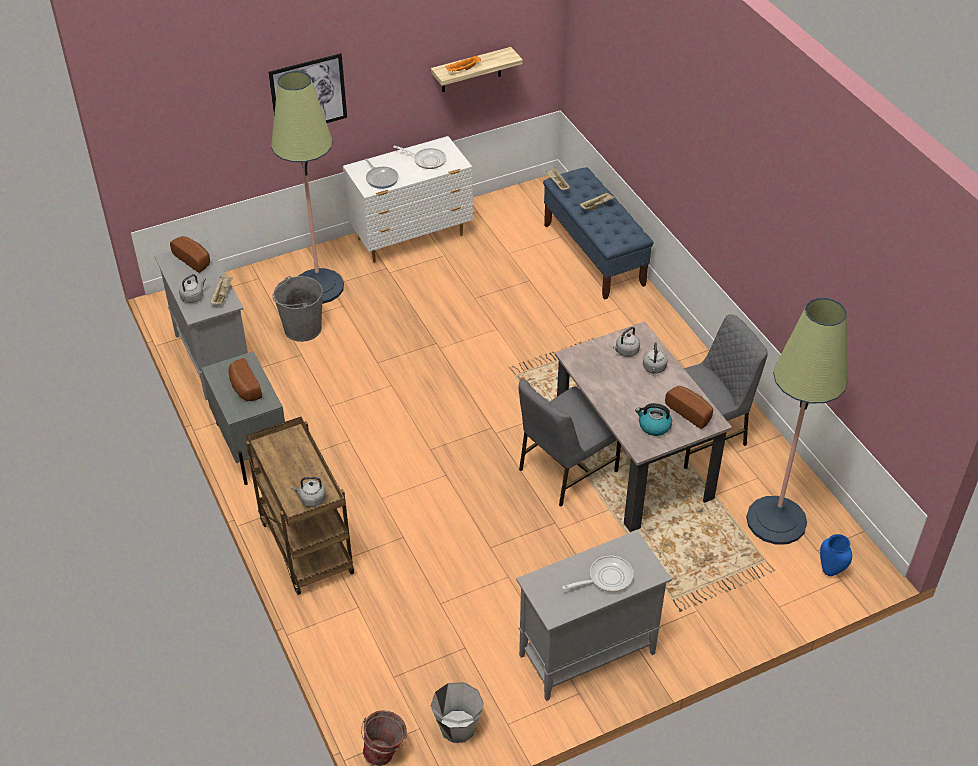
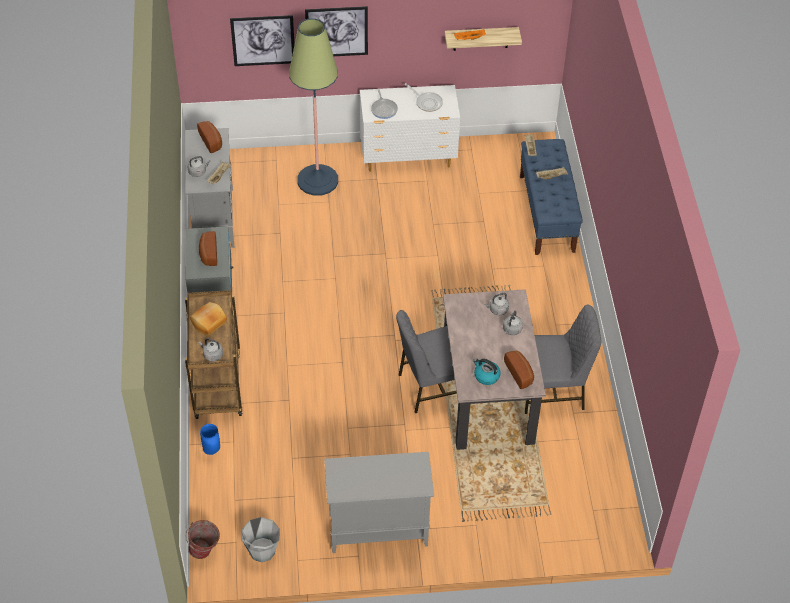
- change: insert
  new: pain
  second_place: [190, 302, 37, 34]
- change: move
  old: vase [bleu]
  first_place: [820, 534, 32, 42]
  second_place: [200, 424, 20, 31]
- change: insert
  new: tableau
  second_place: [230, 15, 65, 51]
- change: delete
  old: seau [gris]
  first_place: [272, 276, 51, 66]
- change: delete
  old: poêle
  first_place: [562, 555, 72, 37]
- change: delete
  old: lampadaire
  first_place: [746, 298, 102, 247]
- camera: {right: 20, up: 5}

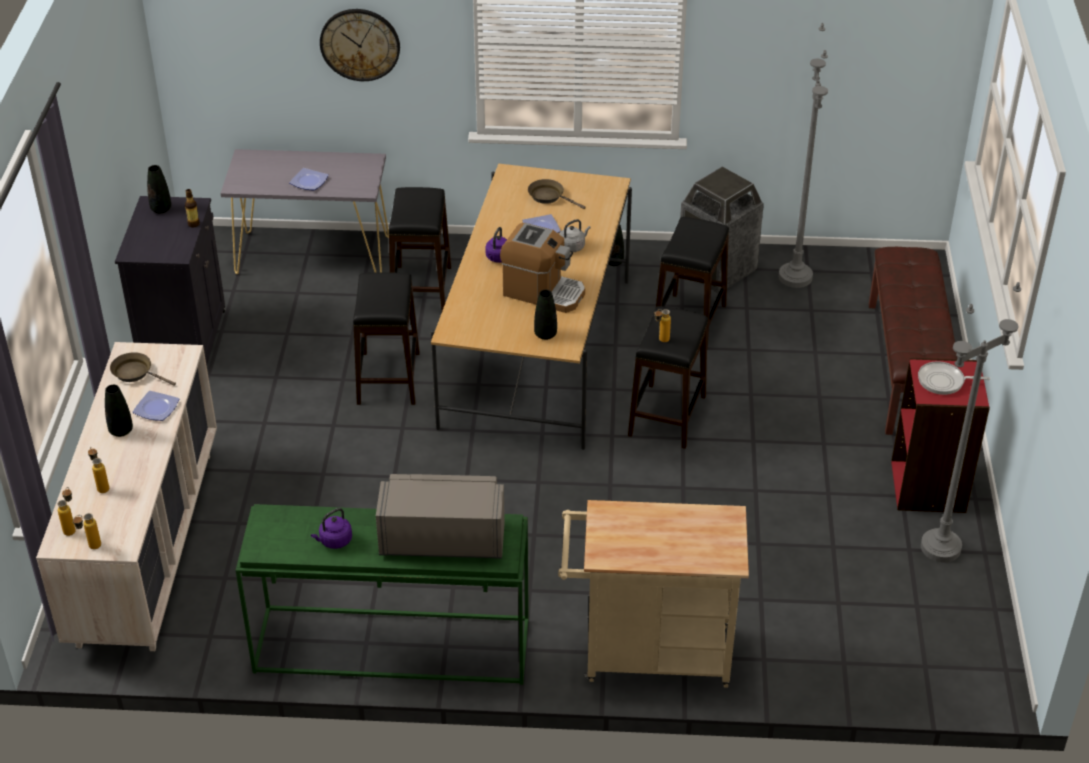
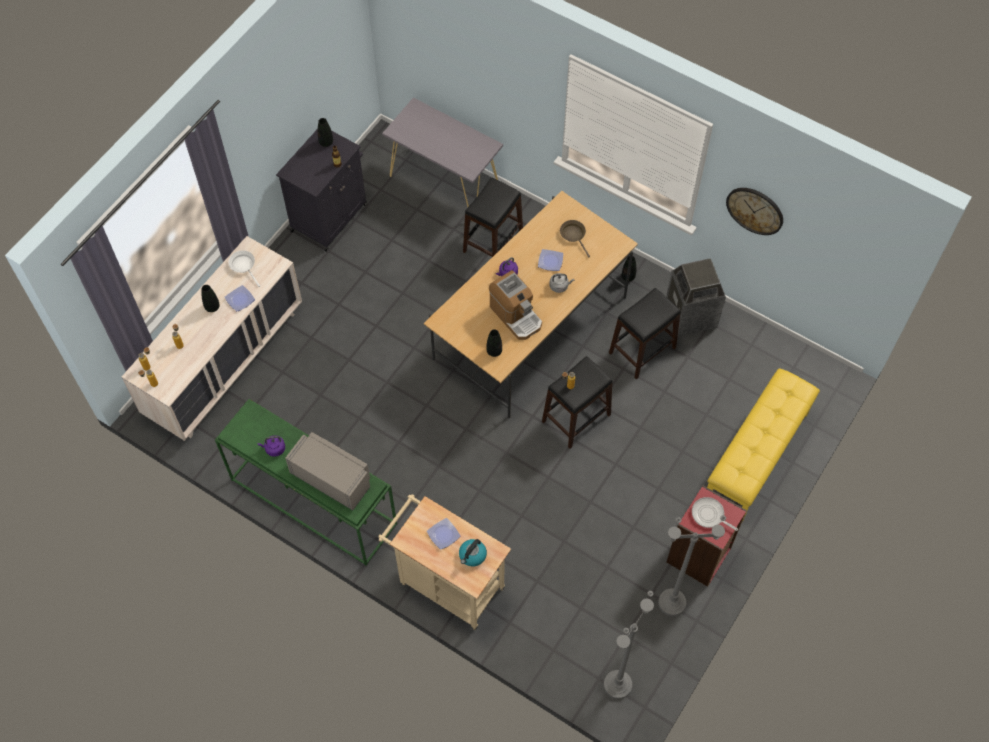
- change: recolor
  old: poêle [marron]
  new: poêle [blanc]
  first_place: [110, 352, 66, 34]
  second_place: [229, 250, 31, 37]
- change: move
  old: assiette
  first_place: [289, 168, 40, 23]
  second_place: [427, 518, 33, 32]
- change: insert
  new: bouilloire
  second_place: [459, 539, 28, 27]
- change: move
  old: lampadaire [gris]
  first_place: [779, 23, 49, 265]
  second_place: [604, 591, 50, 108]
- change: recolor
  old: banc [marron]
  new: banc [jaune]
  first_place: [869, 247, 89, 188]
  second_place: [707, 368, 113, 156]
- change: move
  old: horloge murale
  first_place: [320, 9, 80, 72]
  second_place: [726, 188, 57, 47]
- change: delete
  old: tabouret [noir]
  first_place: [353, 272, 67, 133]
- camera: {right: 30, up: 20}

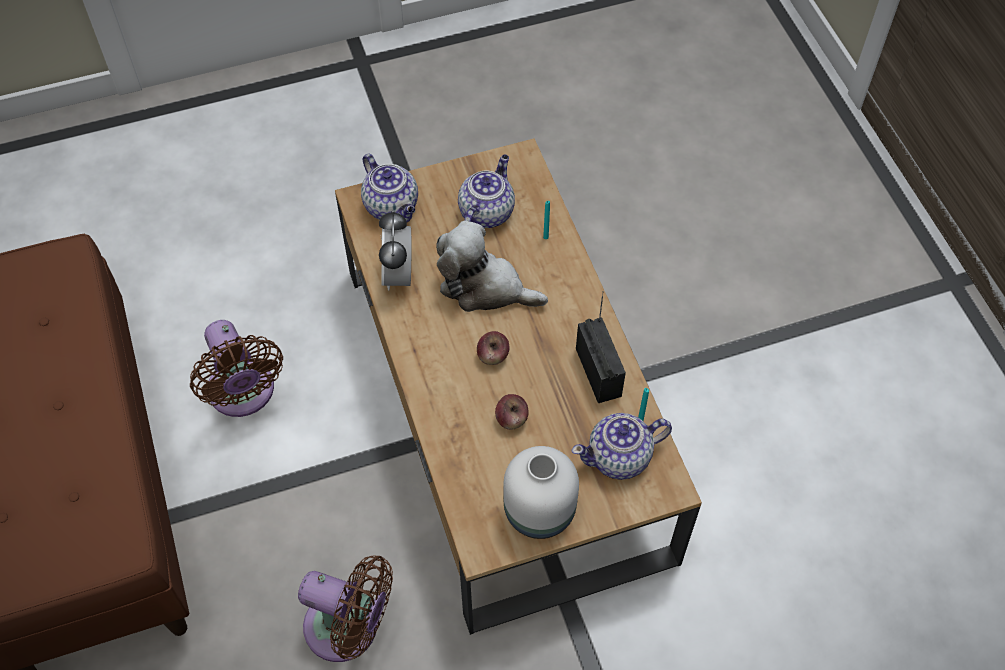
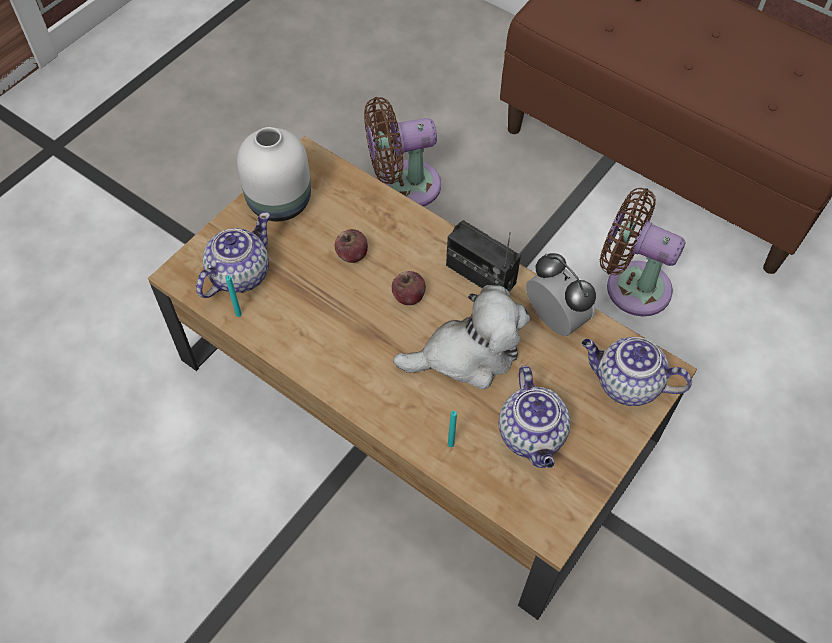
- change: move
  old: radio
  first_place: [576, 291, 50, 112]
  second_place: [446, 220, 75, 71]
- camera: {right: 145, up: 0}

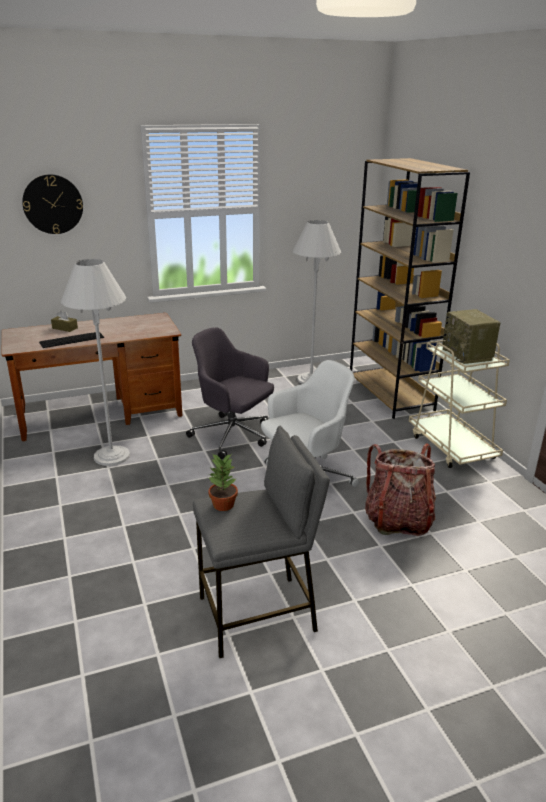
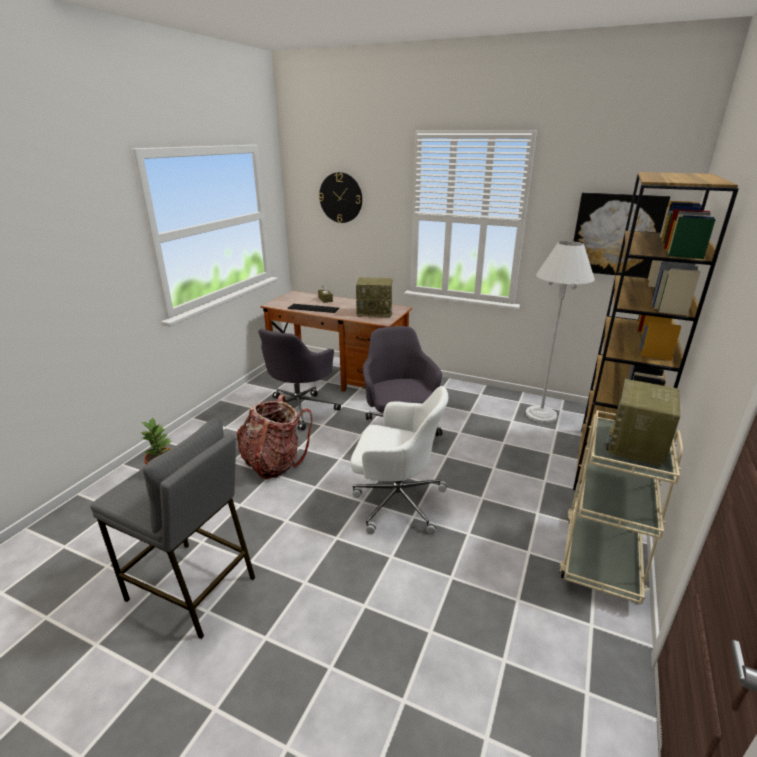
- change: move
  old: sac à dos
  first_place: [365, 443, 71, 93]
  second_place: [236, 395, 76, 85]
- change: replace
  old: lampadaire [blanc]
  new: chaise de bureau [gris]
  first_place: [61, 259, 69, 207]
  second_place: [258, 329, 83, 102]
- change: insert
  new: radio
  second_place: [356, 277, 36, 41]
- change: insert
  new: tableau
  second_place: [574, 192, 96, 86]
- camera: {right: 45, up: 0}

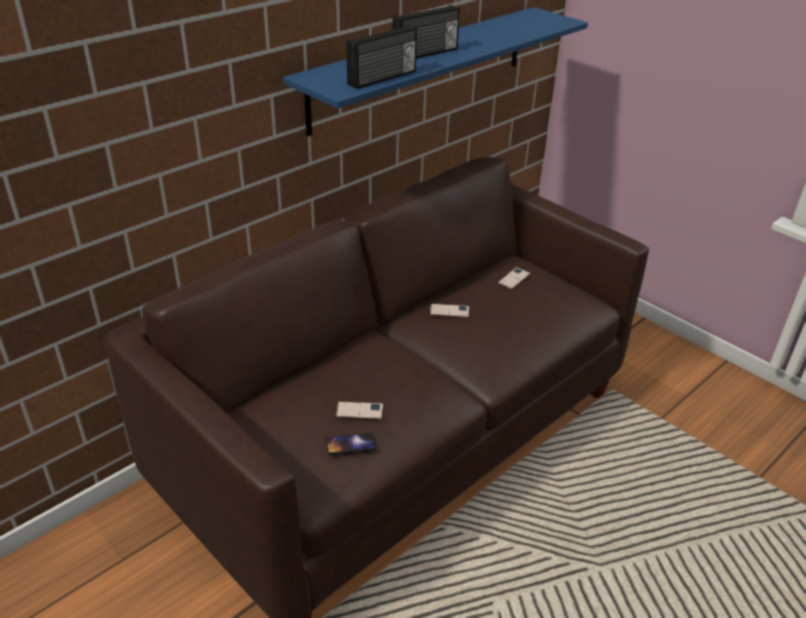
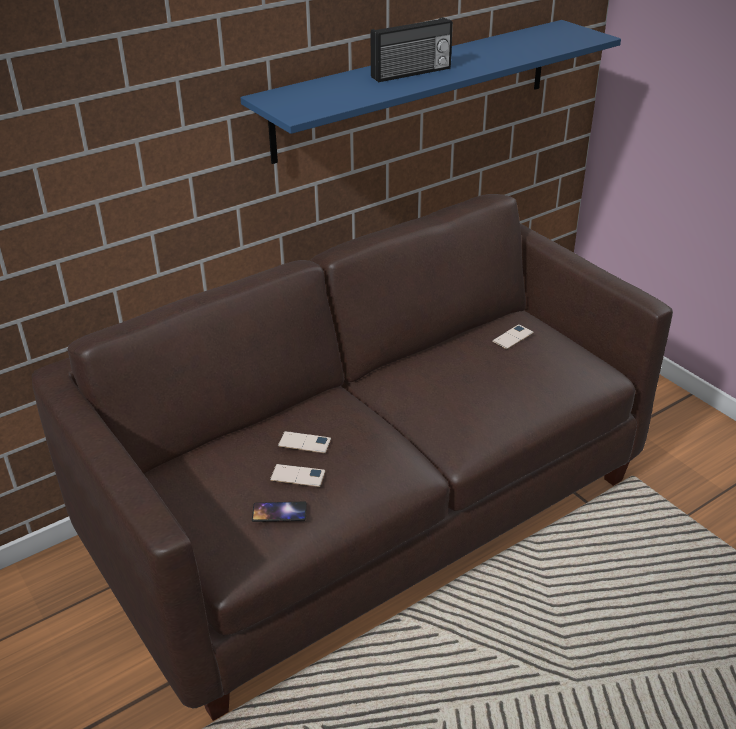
- change: move
  old: téléphone
  first_place: [430, 304, 39, 13]
  second_place: [278, 431, 53, 22]
- change: delete
  old: radio
  first_place: [346, 25, 71, 64]
- camera: {right: 10, up: 0}

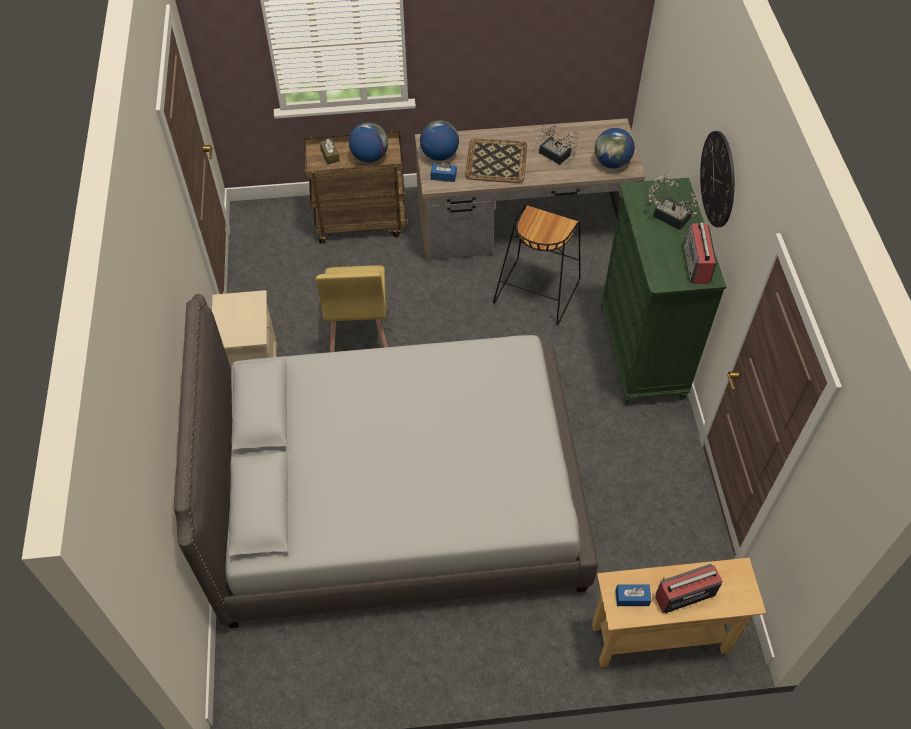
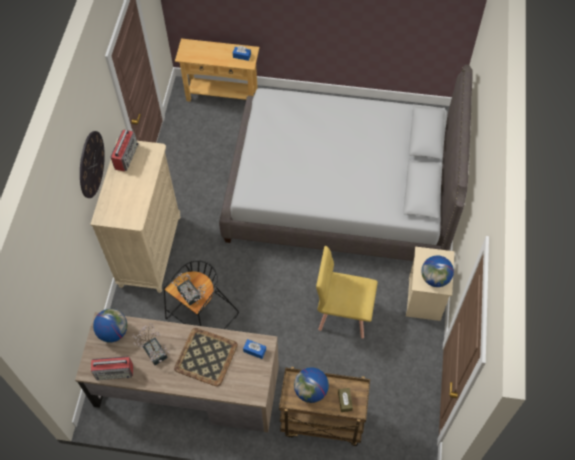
- change: recolor
  old: commode [vert]
  new: commode [beige]
  first_place: [600, 177, 126, 228]
  second_place: [90, 138, 91, 155]
- change: move
  old: radio
  first_place: [655, 564, 68, 49]
  second_place: [91, 356, 42, 24]
- change: move
  old: plante en pot
  first_place: [649, 170, 52, 60]
  second_place: [172, 273, 34, 32]
- change: rotate
  old: chaise [jaune]
  first_place: [316, 265, 72, 87]
  second_place: [316, 246, 62, 93]
  degrees: -90
- change: move
  old: globe
  first_place: [420, 120, 39, 41]
  second_place: [421, 255, 33, 32]
- camera: {right: -165, up: 5}

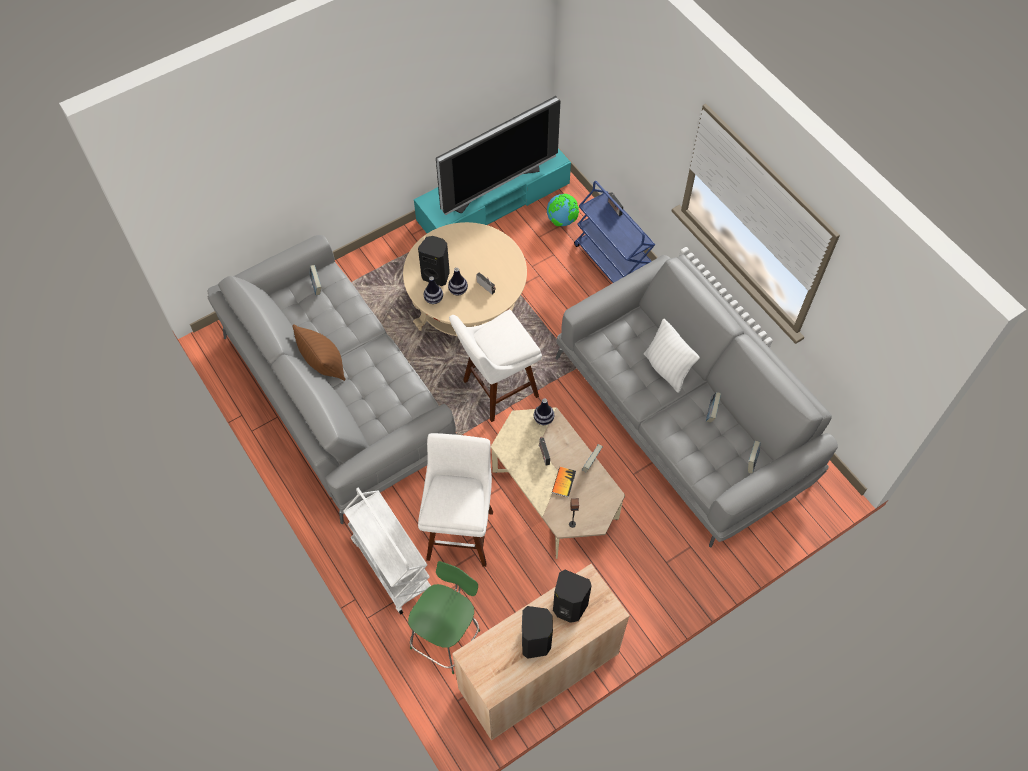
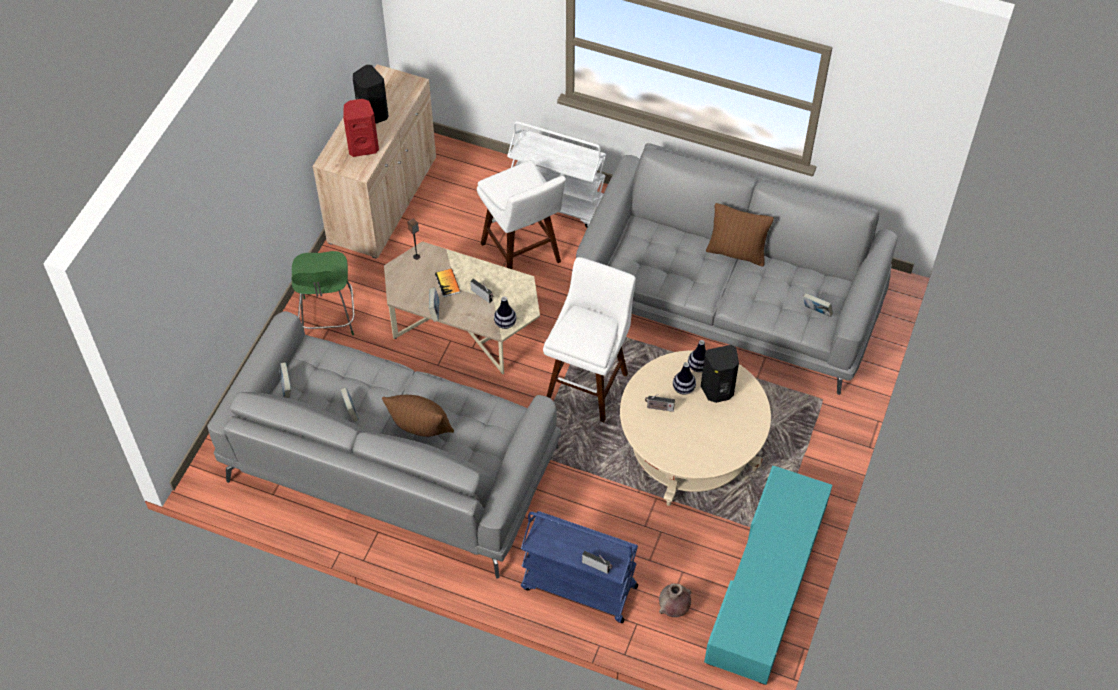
- change: move
  old: tabouret [vert]
  first_place: [408, 561, 72, 113]
  second_place: [291, 251, 64, 84]
- change: recolor
  old: enceinte [noir]
  new: enceinte [rouge]
  first_place: [553, 570, 39, 53]
  second_place: [343, 99, 36, 58]
- change: recolor
  old: coussin [blanc]
  new: coussin [marron]
  first_place: [644, 318, 56, 75]
  second_place: [382, 395, 72, 42]
- change: replace
  old: globe
  new: vase [marron]
  first_place: [547, 194, 32, 32]
  second_place: [659, 583, 32, 34]
- change: delete
  old: téléviseur
  first_place: [436, 96, 125, 119]
- camera: {right: 145, up: -5}

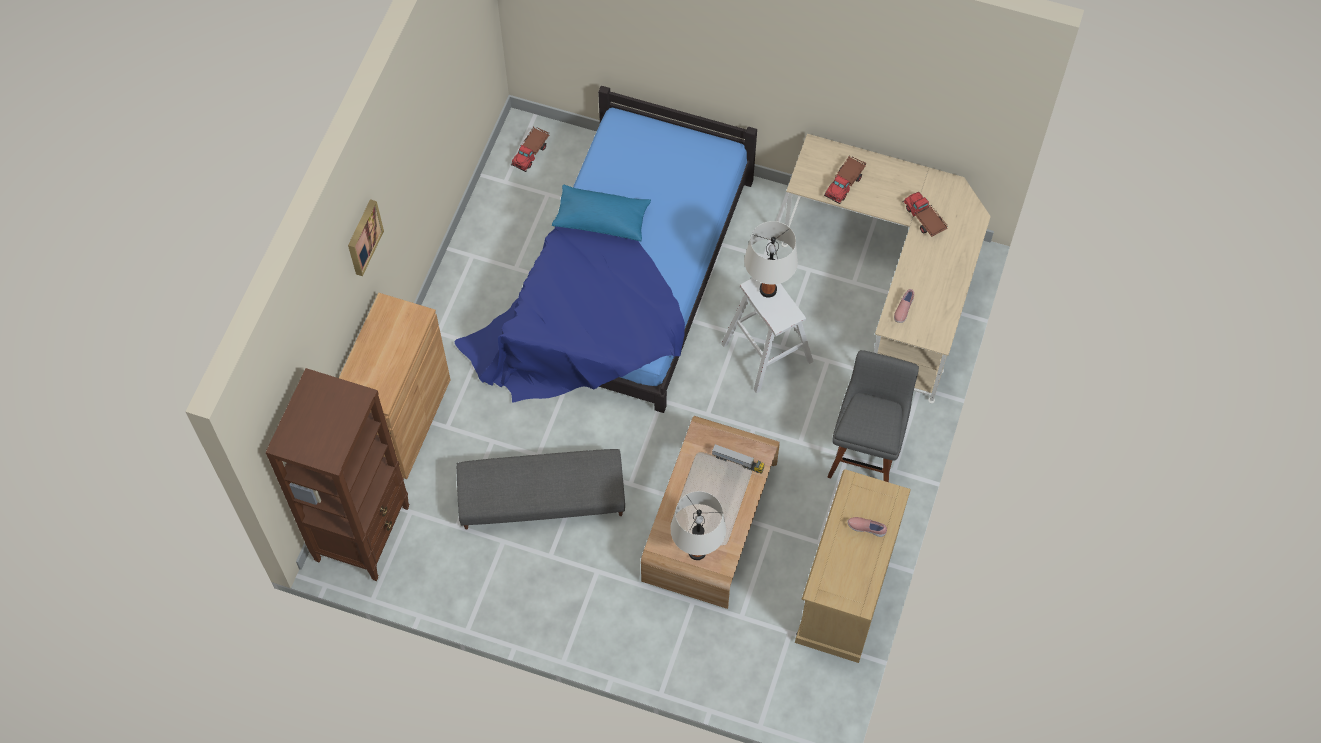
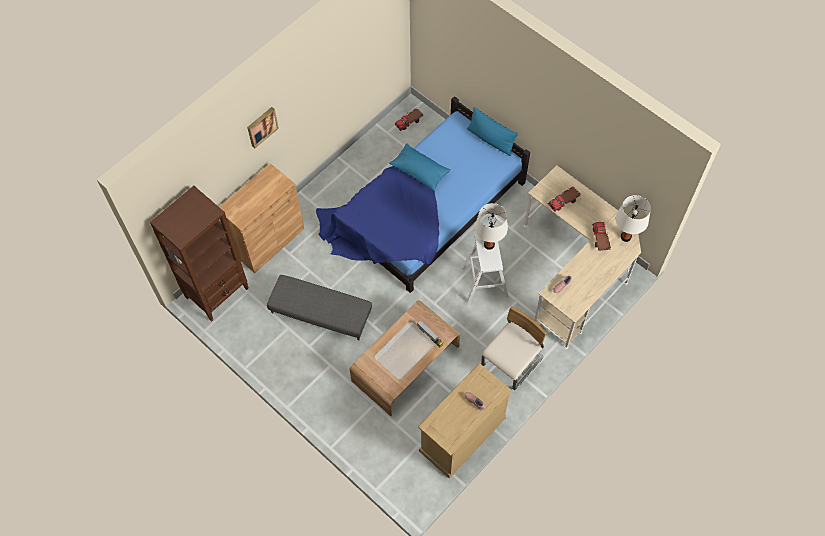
- change: insert
  new: coussin [bleu]
  second_place: [467, 107, 51, 49]
- change: replace
  old: tabouret [gris]
  new: chaise [beige]
  first_place: [827, 350, 92, 132]
  second_place: [481, 306, 66, 84]
- change: move
  old: lampe de table [blanc]
  first_place: [670, 491, 56, 69]
  second_place: [616, 195, 35, 47]
- camera: {right: 25, up: 0}

